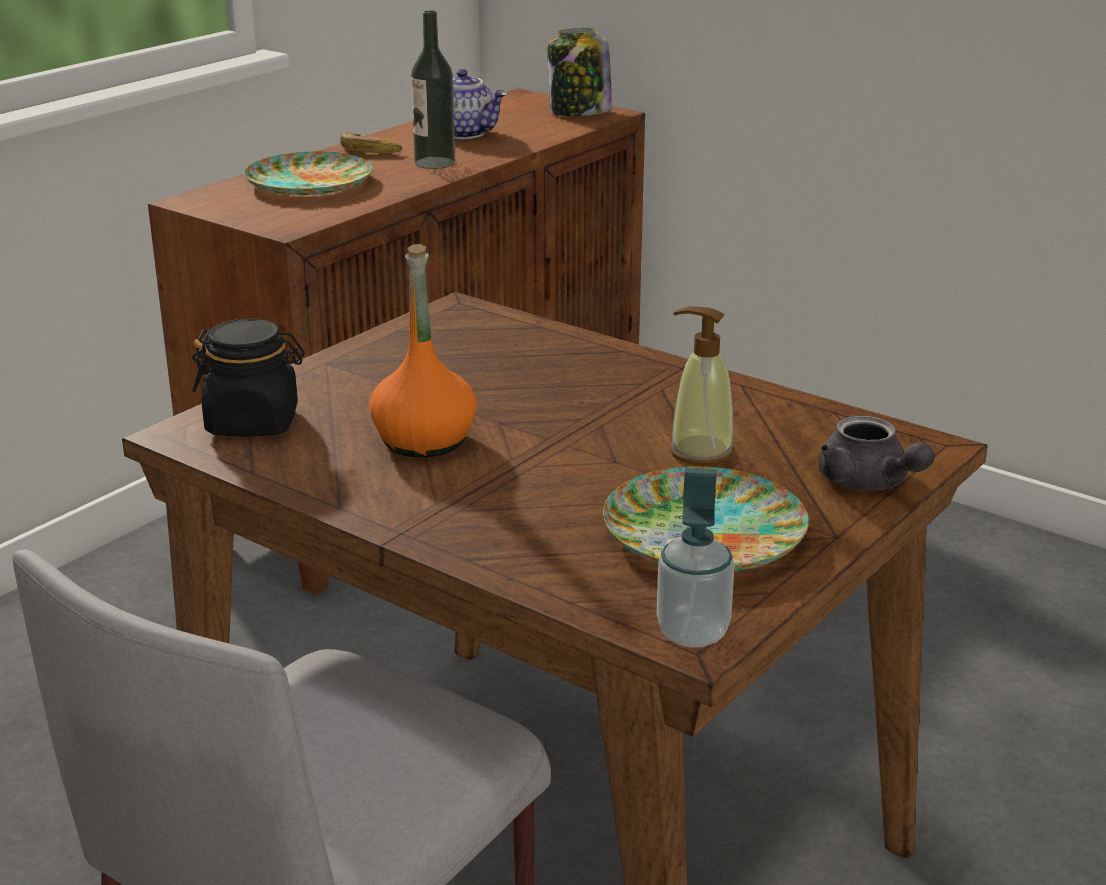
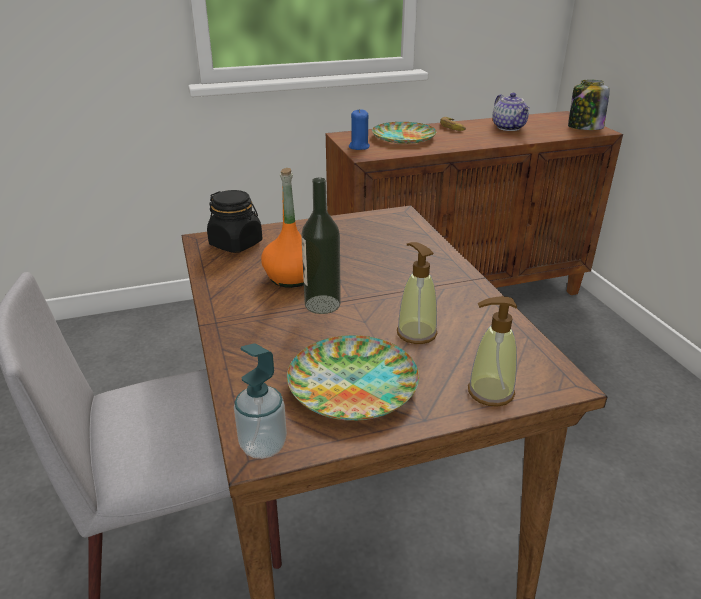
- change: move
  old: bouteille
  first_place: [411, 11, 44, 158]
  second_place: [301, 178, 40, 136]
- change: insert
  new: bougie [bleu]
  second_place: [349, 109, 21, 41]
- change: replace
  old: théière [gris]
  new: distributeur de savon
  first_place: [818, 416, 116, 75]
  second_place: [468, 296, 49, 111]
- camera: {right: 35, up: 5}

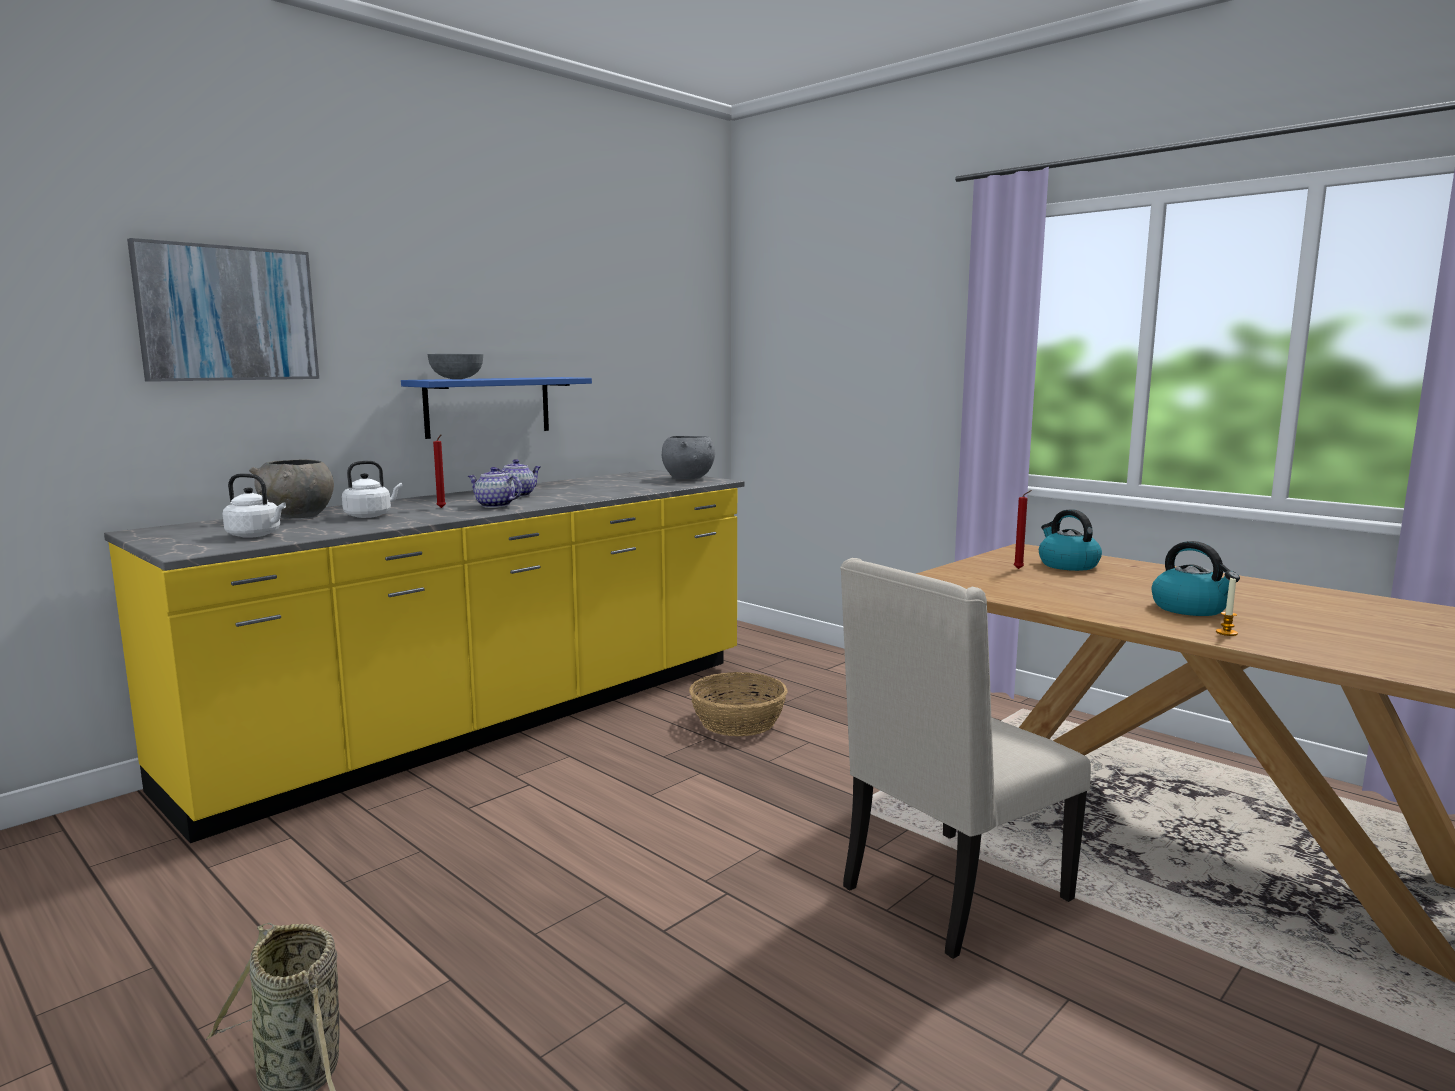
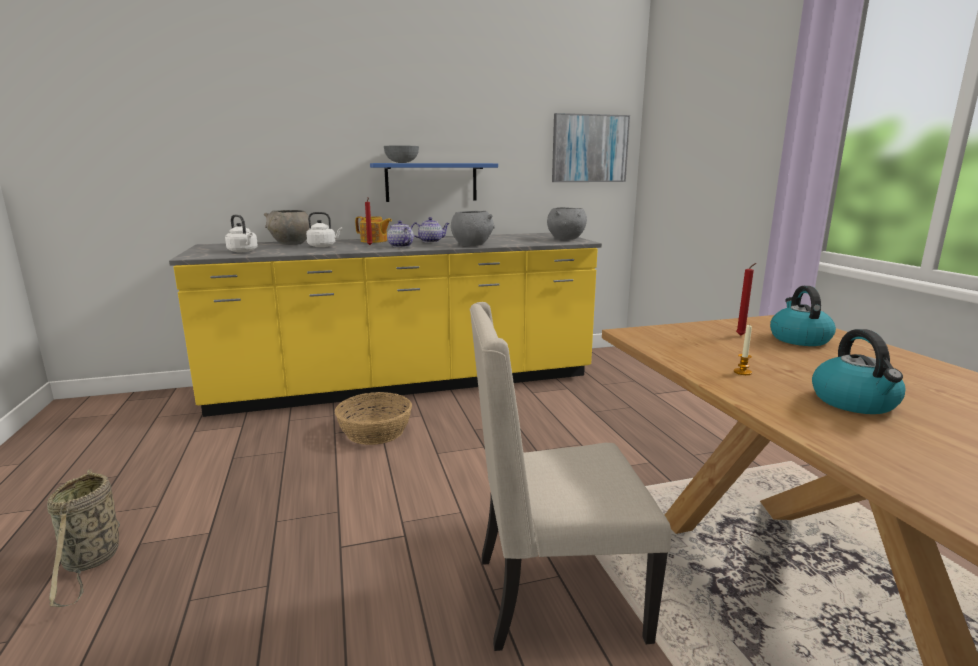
- change: move
  old: panier
  first_place: [689, 672, 98, 64]
  second_place: [335, 392, 77, 53]
- change: insert
  new: théière
  second_place: [355, 216, 37, 27]
- change: insert
  new: bol [gris]
  second_place: [451, 211, 44, 35]
- change: move
  old: tableau
  first_place: [127, 238, 192, 144]
  second_place: [552, 113, 78, 69]
- change: move
  old: bougie
  first_place: [1216, 578, 22, 58]
  second_place: [734, 324, 18, 51]
- camera: {right: 30, up: 5}

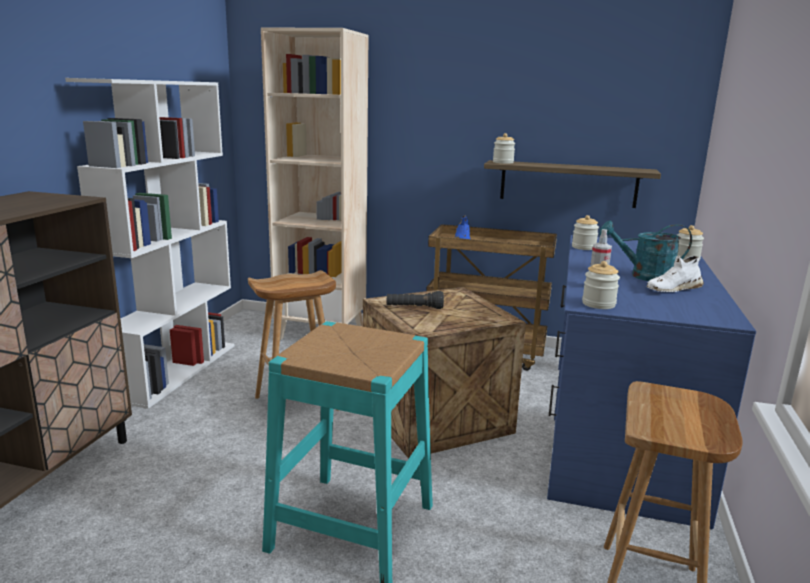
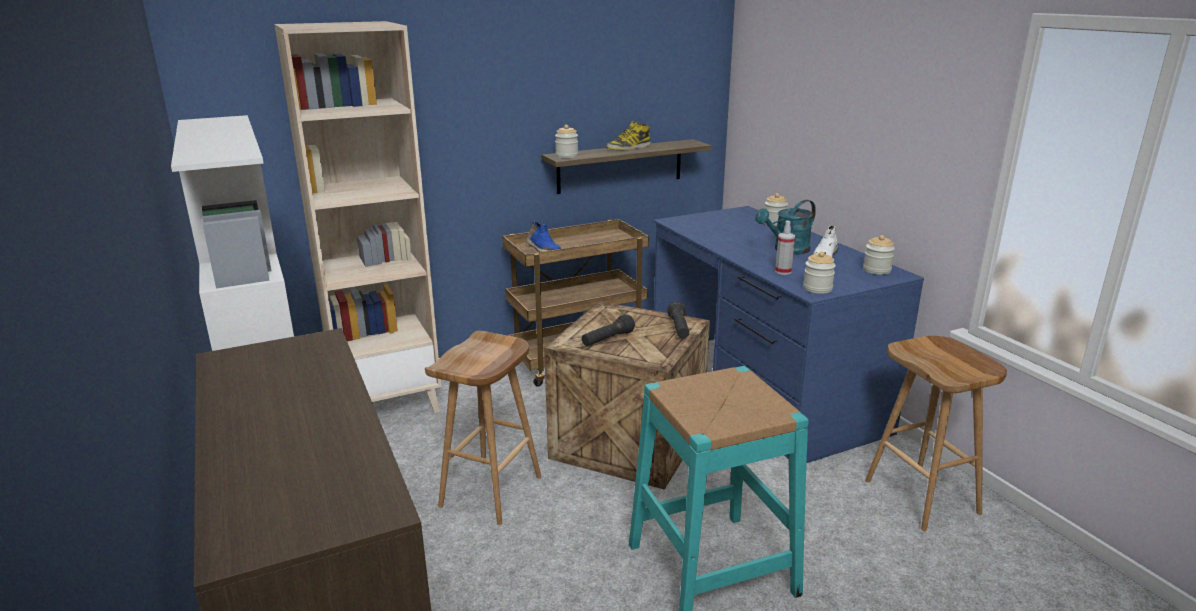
- change: insert
  new: botte
  second_place: [606, 121, 45, 29]
- change: insert
  new: lampe de poche [noir]
  second_place: [667, 301, 22, 37]
- change: move
  old: bocal
  first_place: [572, 215, 27, 35]
  second_place: [863, 235, 32, 40]
- camera: {right: -40, up: 5}

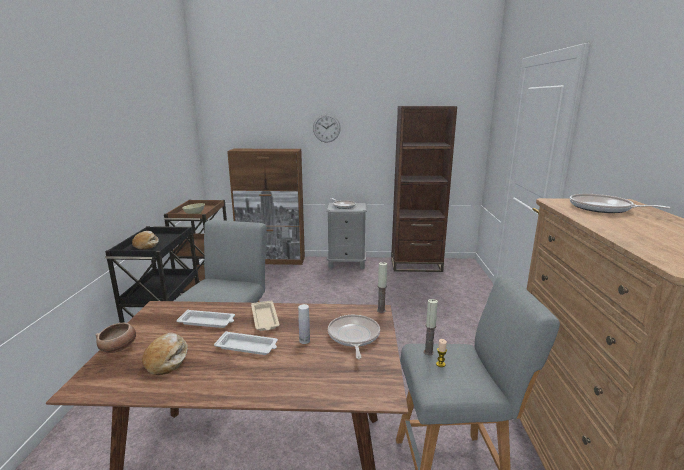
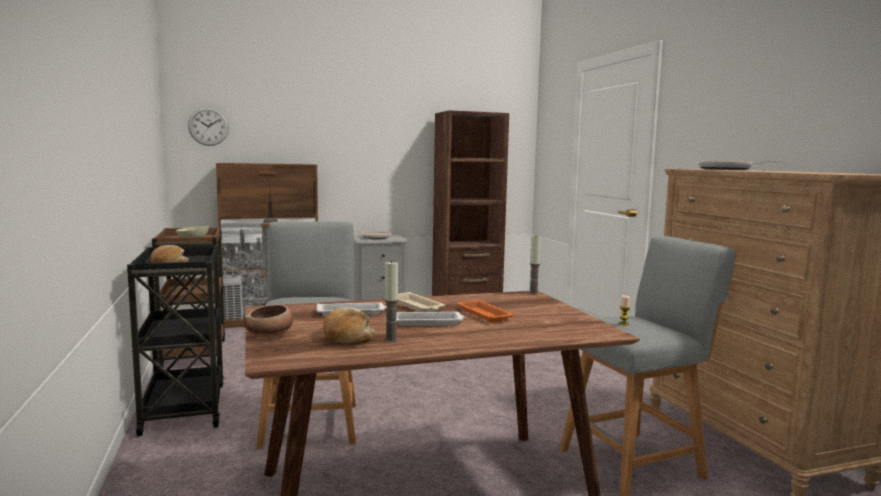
- change: move
  old: horloge murale
  first_place: [313, 114, 28, 28]
  second_place: [188, 107, 41, 39]
- change: move
  old: bougie
  first_place: [424, 299, 14, 56]
  second_place: [384, 260, 15, 82]
- change: replace
  old: bouteille [blanc]
  new: plateau [orange]
  first_place: [298, 304, 12, 40]
  second_place: [457, 300, 58, 22]
- change: delete
  old: poêle
  first_place: [328, 315, 52, 44]
- camera: {right: -20, up: -10}

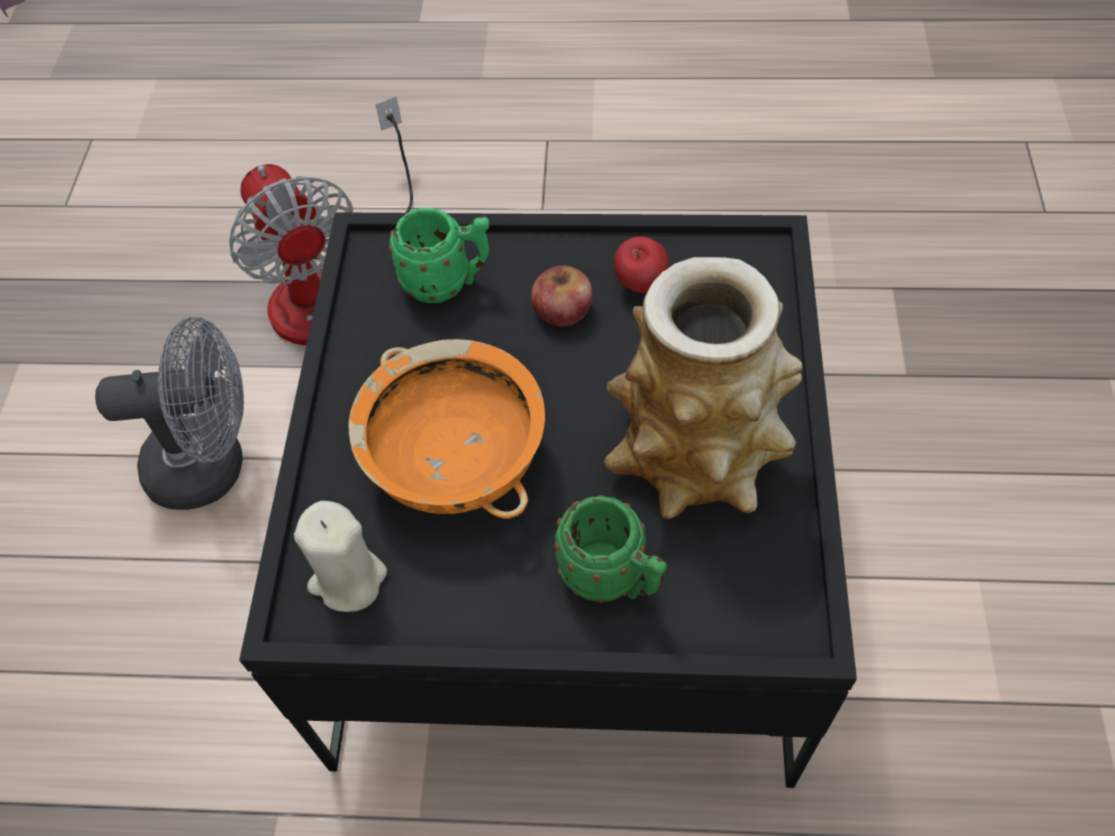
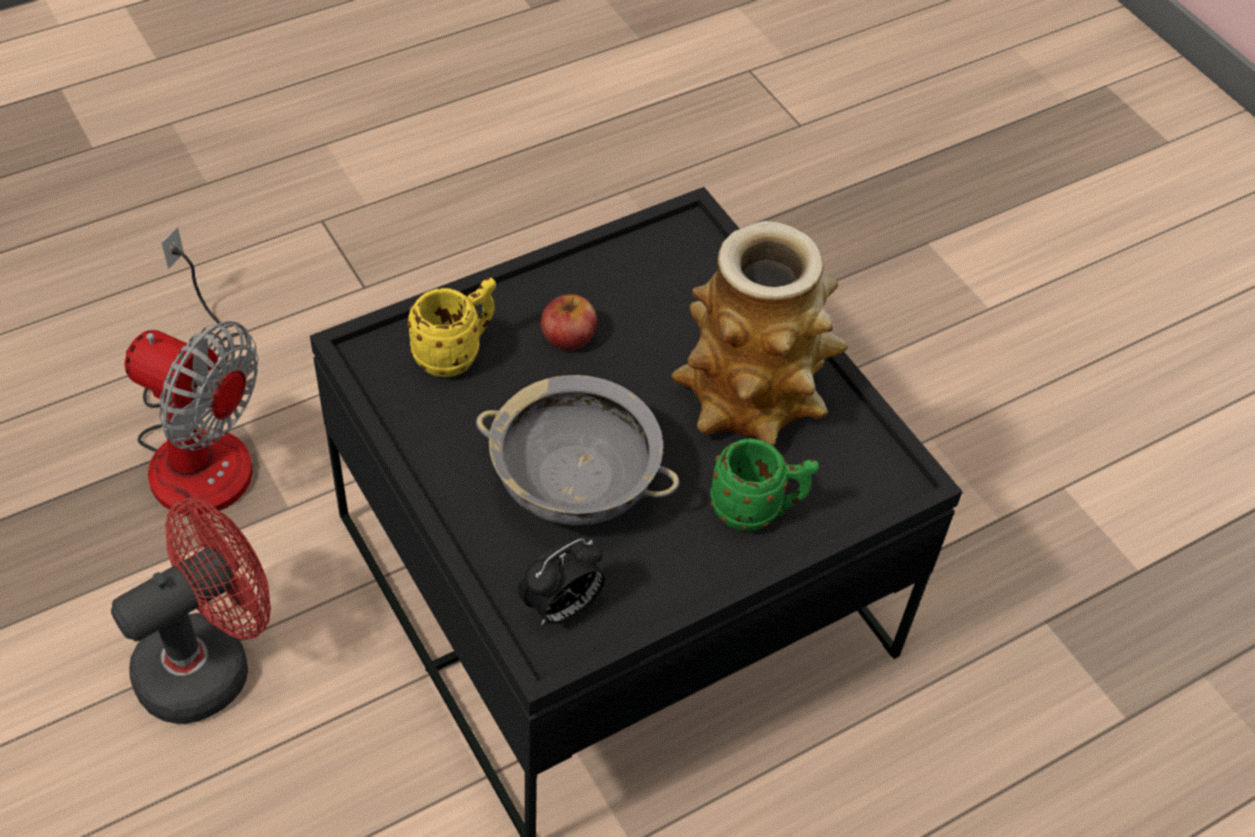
- change: recolor
  old: ventilateur [gris]
  new: ventilateur [rouge]
  first_place: [95, 317, 149, 193]
  second_place: [111, 498, 160, 226]
- change: recolor
  old: mug [vert]
  new: mug [jaune]
  first_place: [389, 208, 101, 95]
  second_place: [407, 278, 89, 99]
- change: recolor
  old: bol [orange]
  new: bol [gris]
  first_place: [349, 339, 196, 180]
  second_place: [476, 375, 203, 150]
- change: replace
  old: bougie [beige]
  new: réveil
  first_place: [294, 501, 93, 111]
  second_place: [518, 535, 87, 90]
- change: delete
  old: pomme
  first_place: [614, 236, 55, 57]
- camera: {right: -40, up: -5}

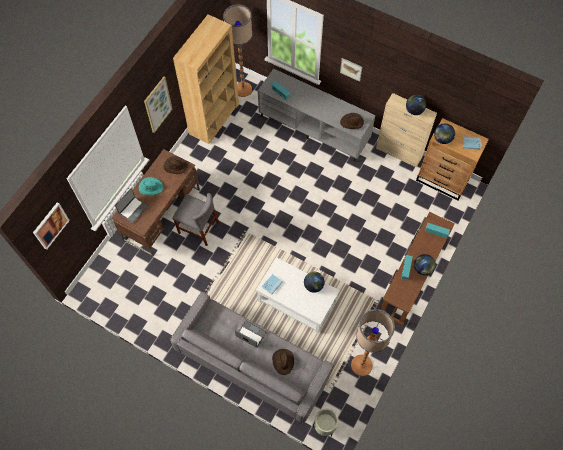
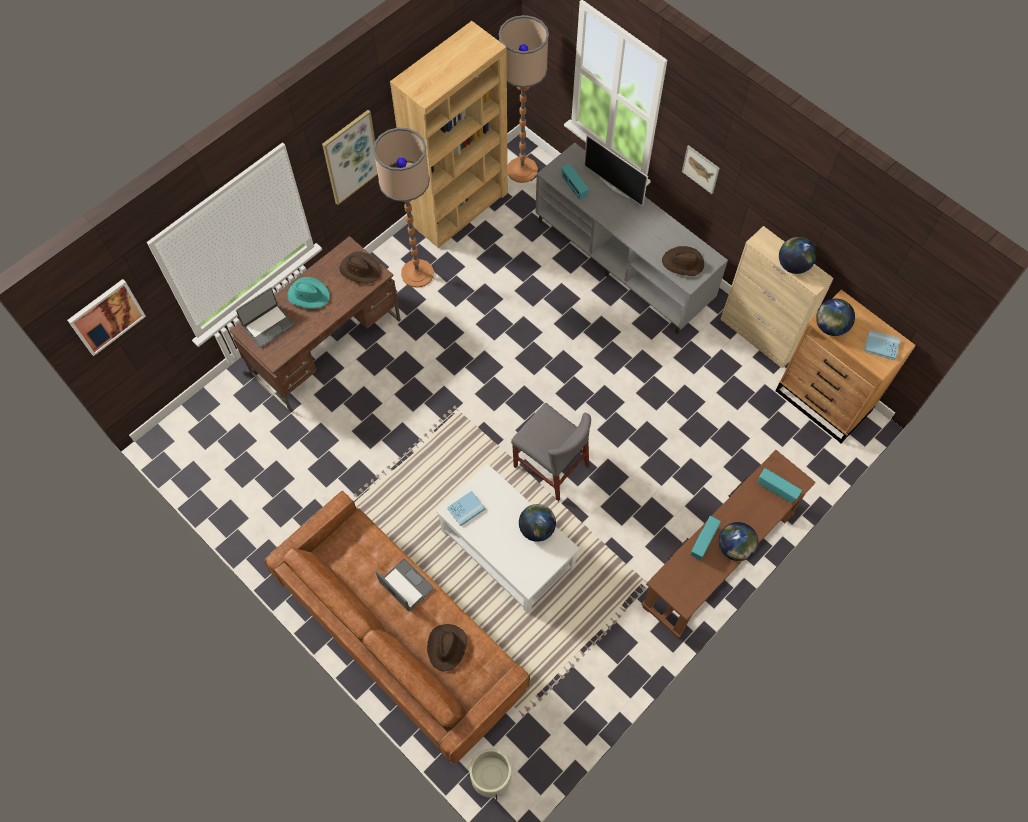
- change: recolor
  old: canapé [gris]
  new: canapé [marron]
  first_place: [170, 292, 164, 132]
  second_place: [265, 491, 265, 273]
- change: move
  old: lampadaire
  first_place: [351, 309, 44, 67]
  second_place: [373, 128, 61, 160]
- change: move
  old: chaise [gris]
  first_place: [172, 193, 48, 53]
  second_place: [511, 403, 80, 98]
- change: insert
  new: téléviseur
  second_place: [584, 135, 64, 71]
- camera: {right: 15, up: 0}

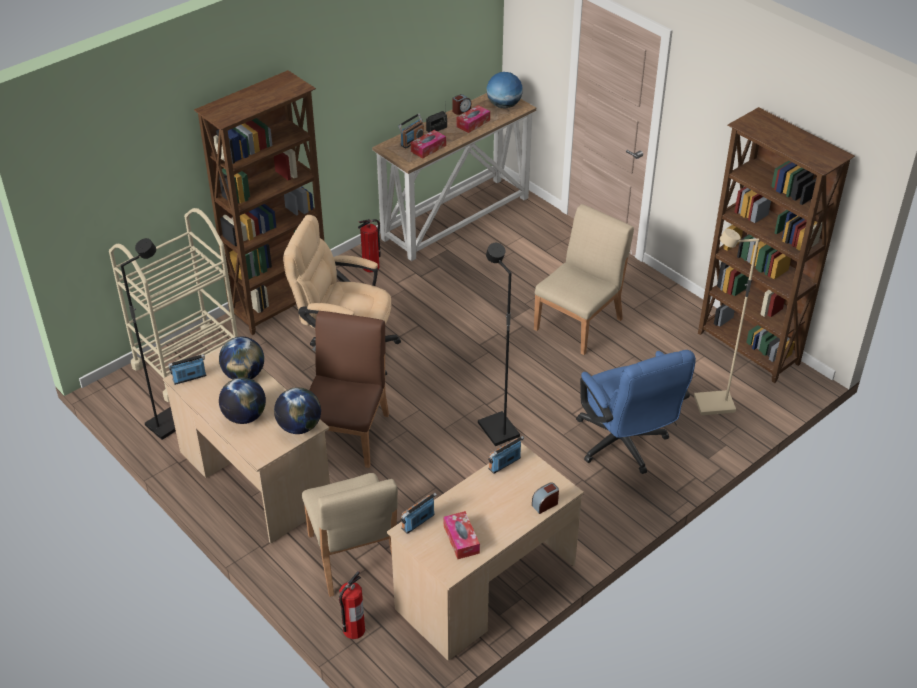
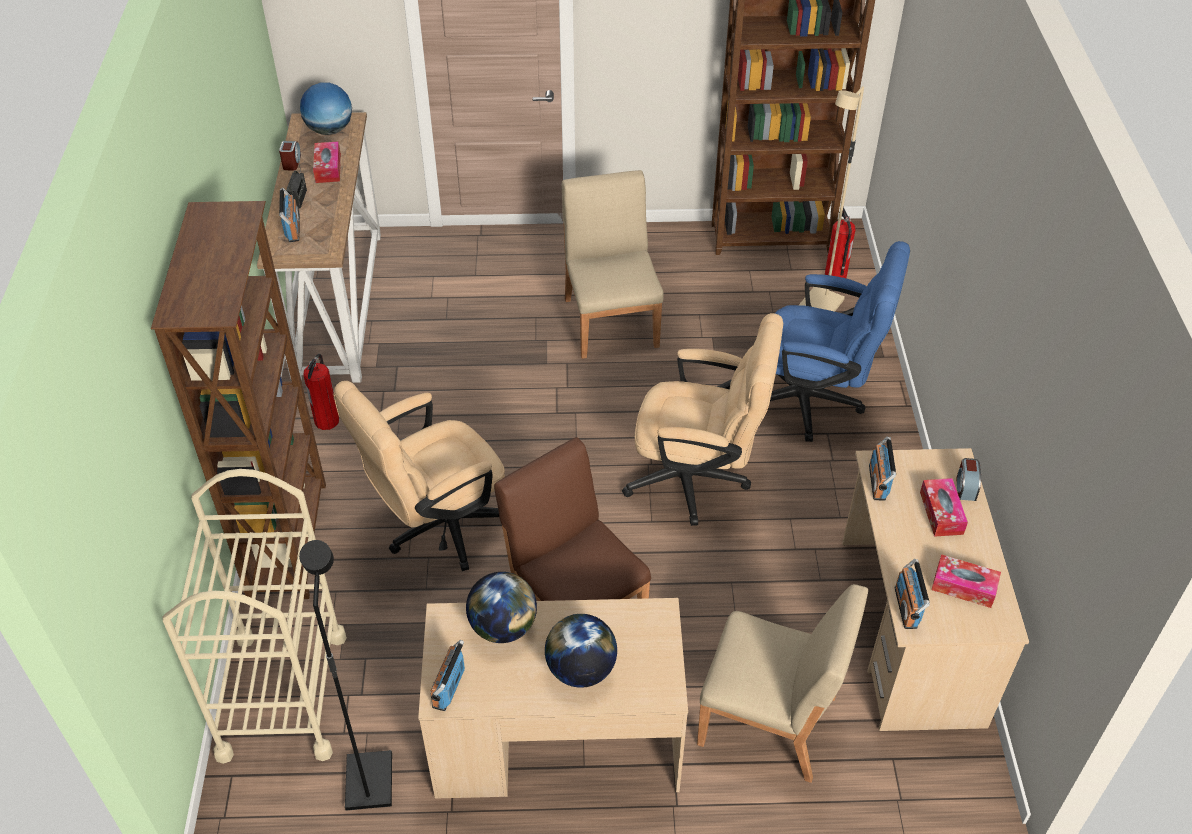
- change: replace
  old: lampadaire [noir]
  new: chaise de bureau [beige]
  first_place: [478, 243, 42, 203]
  second_place: [622, 313, 161, 213]
- change: move
  old: extincteur
  first_place: [339, 571, 26, 68]
  second_place: [825, 207, 31, 71]
- change: move
  old: boîte à mouchoirs
  first_place: [411, 130, 35, 29]
  second_place: [920, 478, 48, 59]
- change: delete
  old: globe
  first_place: [274, 387, 47, 47]
- camera: {right: -50, up: 5}

